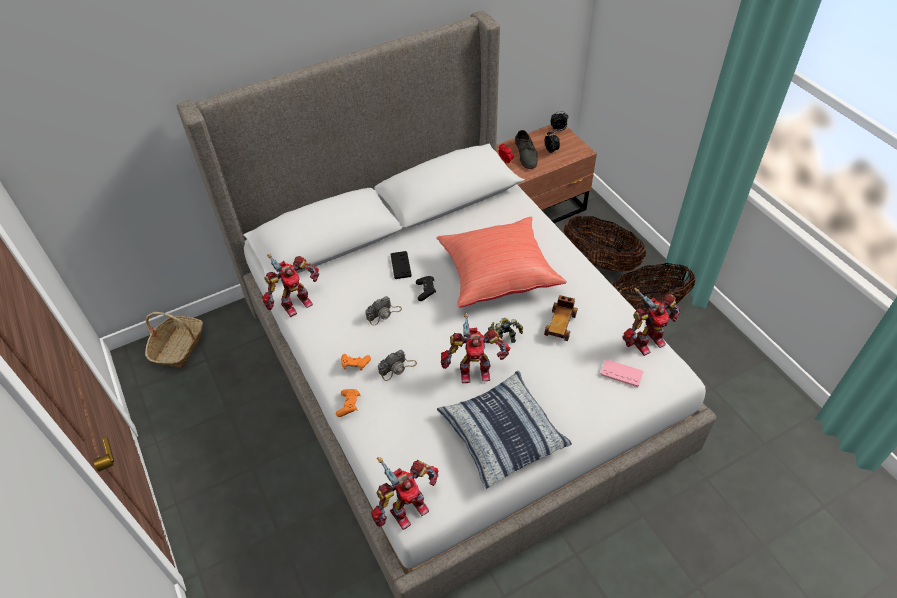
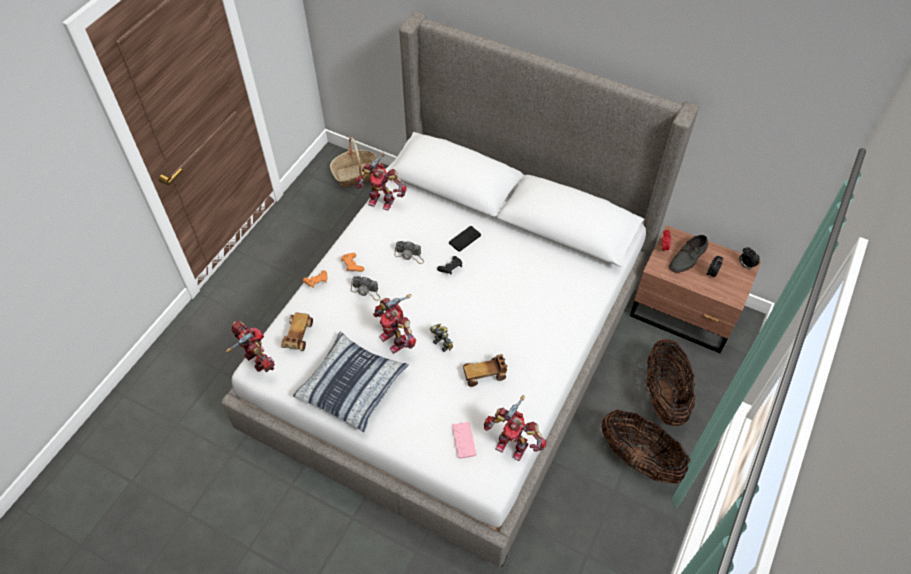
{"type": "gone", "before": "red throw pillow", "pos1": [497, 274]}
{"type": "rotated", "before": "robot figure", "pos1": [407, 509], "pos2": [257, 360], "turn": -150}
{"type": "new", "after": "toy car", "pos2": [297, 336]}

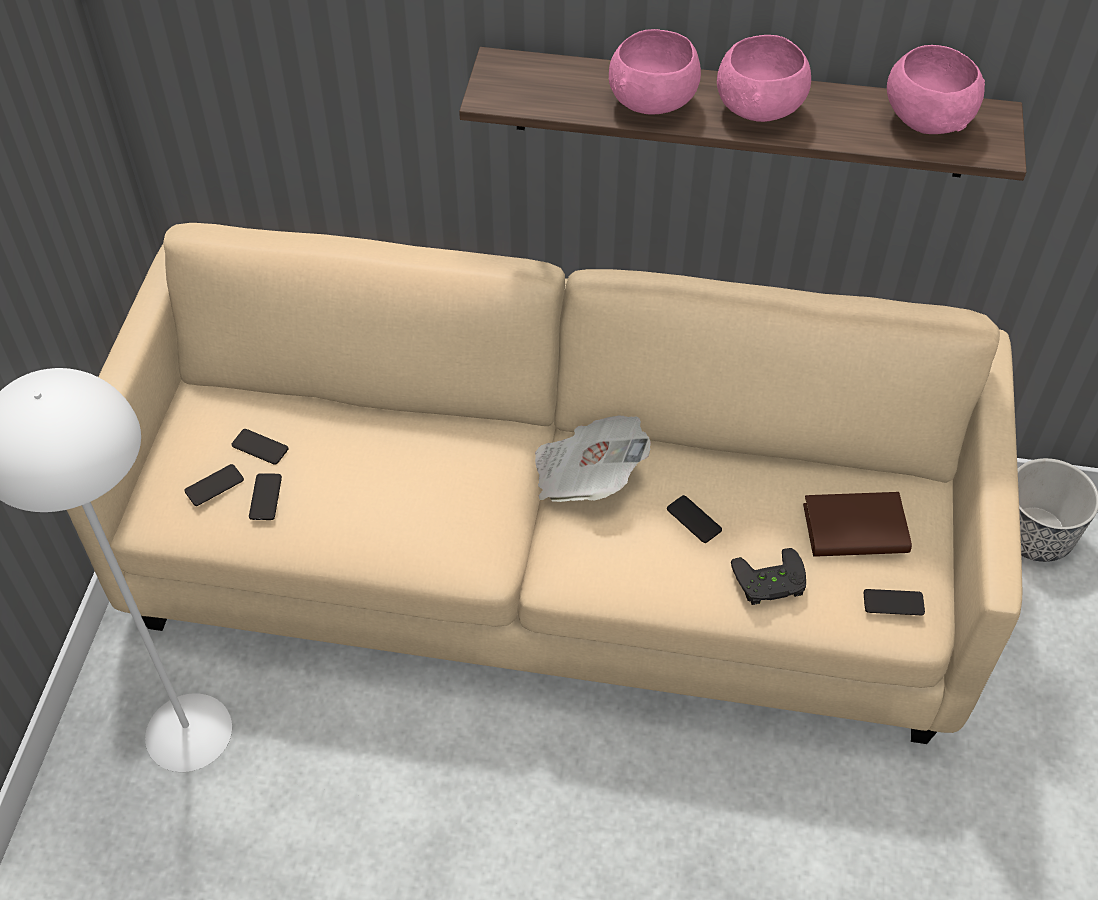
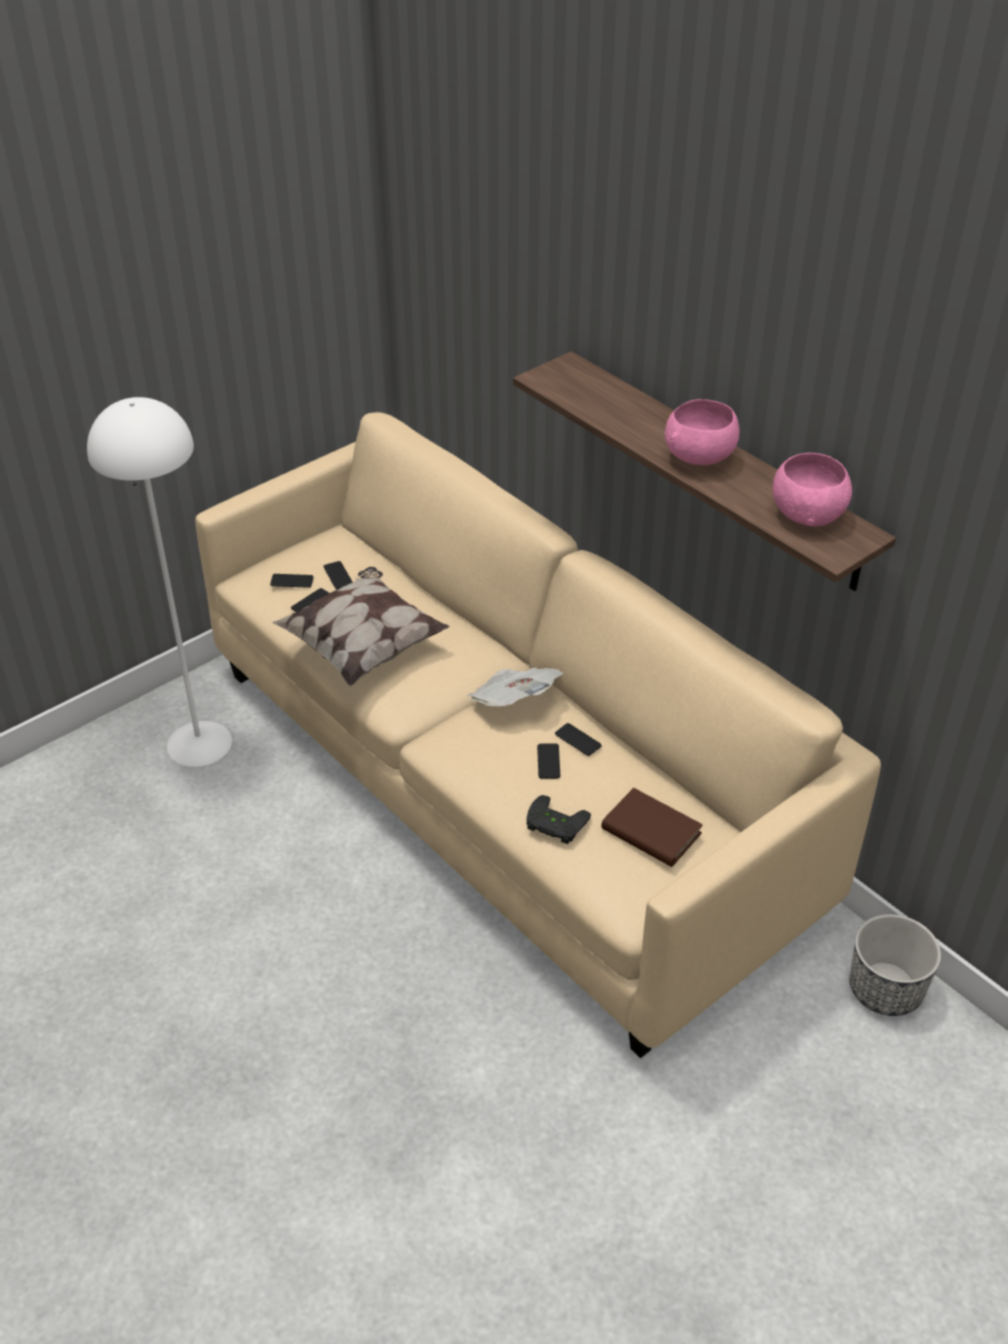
{"type": "gone", "before": "pink serving bowl", "pos1": [652, 104]}
{"type": "shifted", "before": "telephone", "pos1": [893, 602], "pos2": [578, 740]}
{"type": "new", "after": "throw pillow", "pos2": [363, 646]}

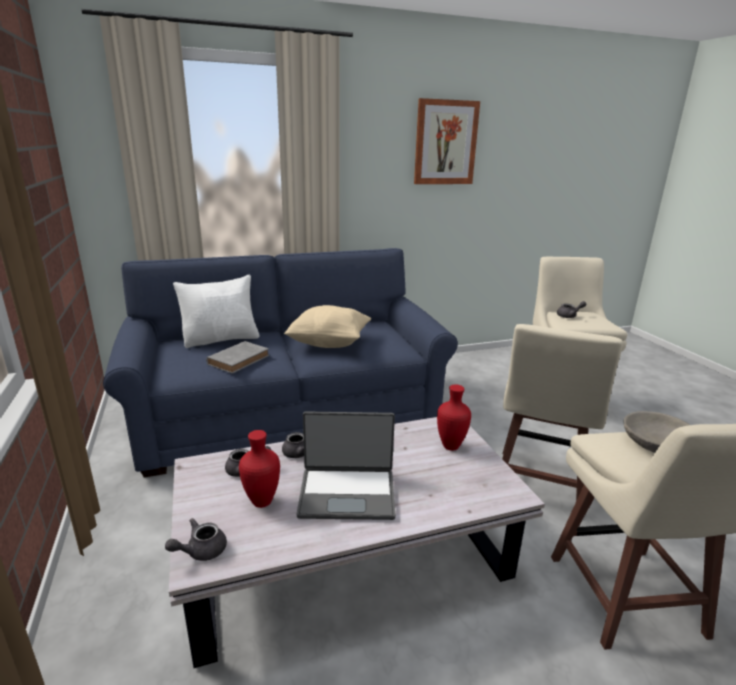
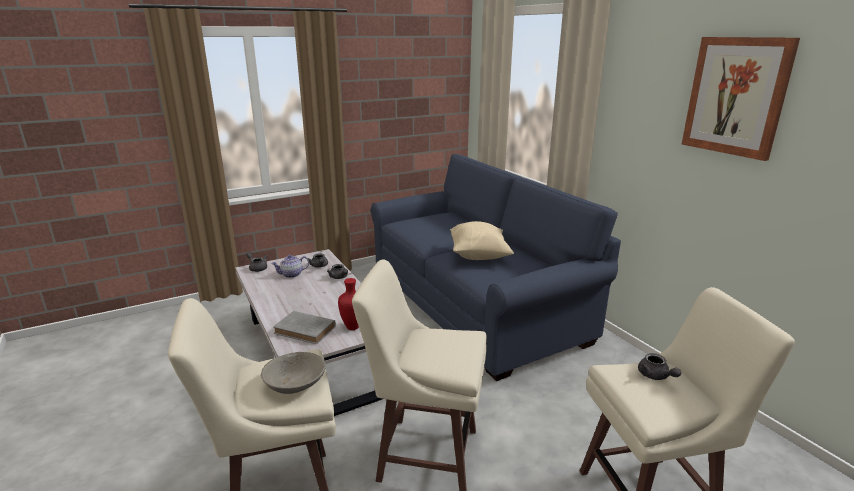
{"type": "gone", "before": "white throw pillow", "pos1": [221, 339]}
{"type": "shifted", "before": "gray bound book", "pos1": [240, 359], "pos2": [306, 330]}
{"type": "gone", "before": "portable computer", "pos1": [347, 493]}
{"type": "swapped", "before": "red decorative vase", "after": "pot for tea", "pos1": [263, 501], "pos2": [291, 274]}

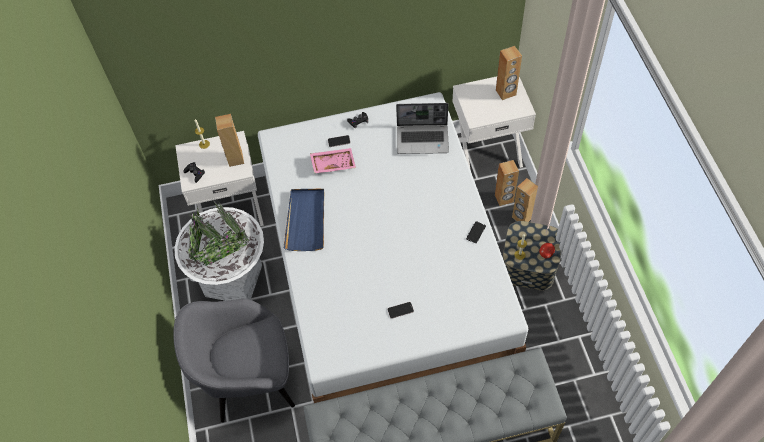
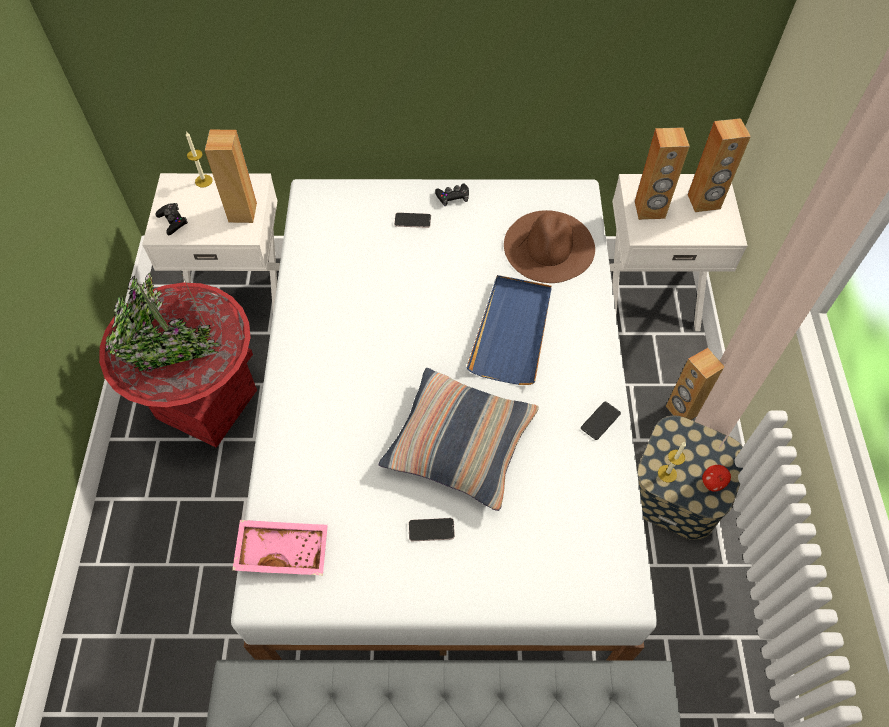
{"type": "swapped", "before": "portable computer", "after": "brown wearable hat", "pos1": [423, 139], "pos2": [549, 246]}
{"type": "shifted", "before": "pink serving tray", "pos1": [333, 163], "pos2": [283, 549]}
{"type": "shifted", "before": "brown loudspeaker", "pos1": [504, 199], "pos2": [649, 210]}
{"type": "shifted", "before": "blue-coloured serving tray", "pos1": [306, 220], "pos2": [512, 331]}
{"type": "repainted", "before": "white planter", "after": "red planter", "pos1": [233, 280], "pos2": [207, 403]}
{"type": "gone", "before": "gray armchair", "pos1": [250, 380]}
{"type": "new", "after": "throw pillow", "pos2": [460, 444]}

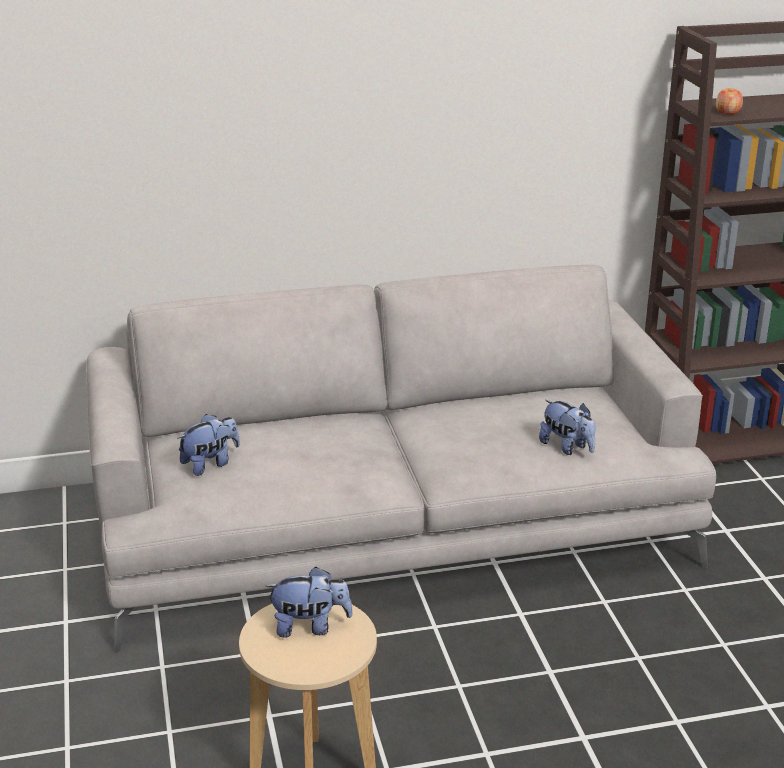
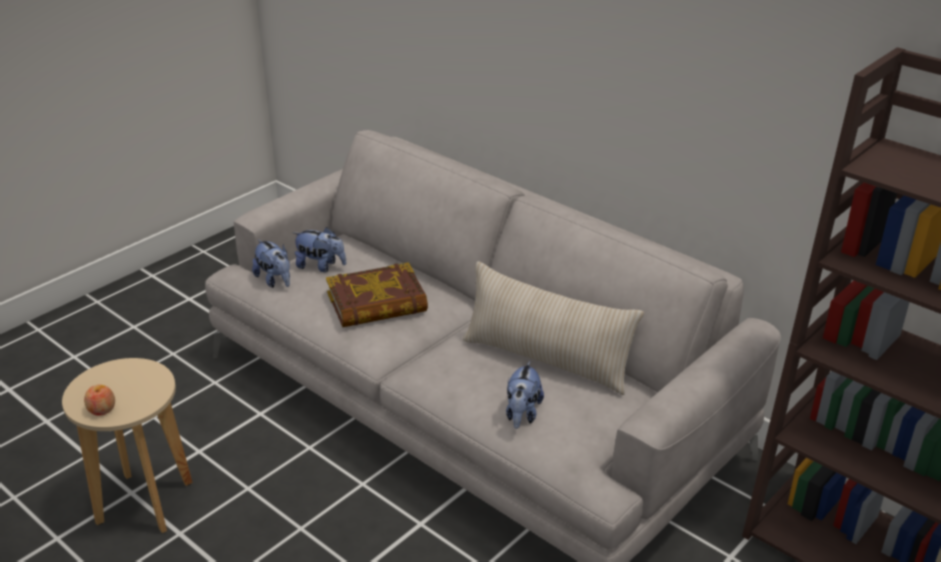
{"type": "shifted", "before": "whole apple", "pos1": [727, 112], "pos2": [102, 409]}
{"type": "shifted", "before": "cuddly toy", "pos1": [310, 626], "pos2": [275, 280]}
{"type": "new", "after": "beige-coloured throw pillow", "pos2": [547, 360]}
{"type": "new", "after": "bound book", "pos2": [377, 303]}

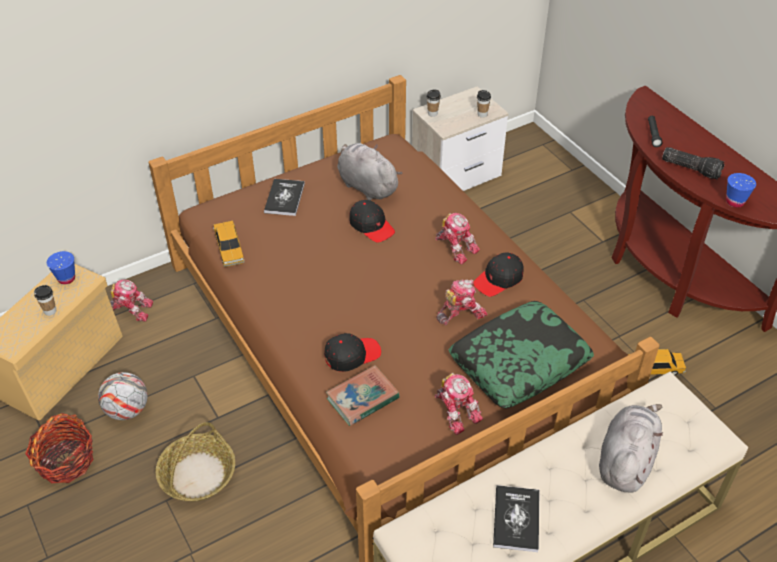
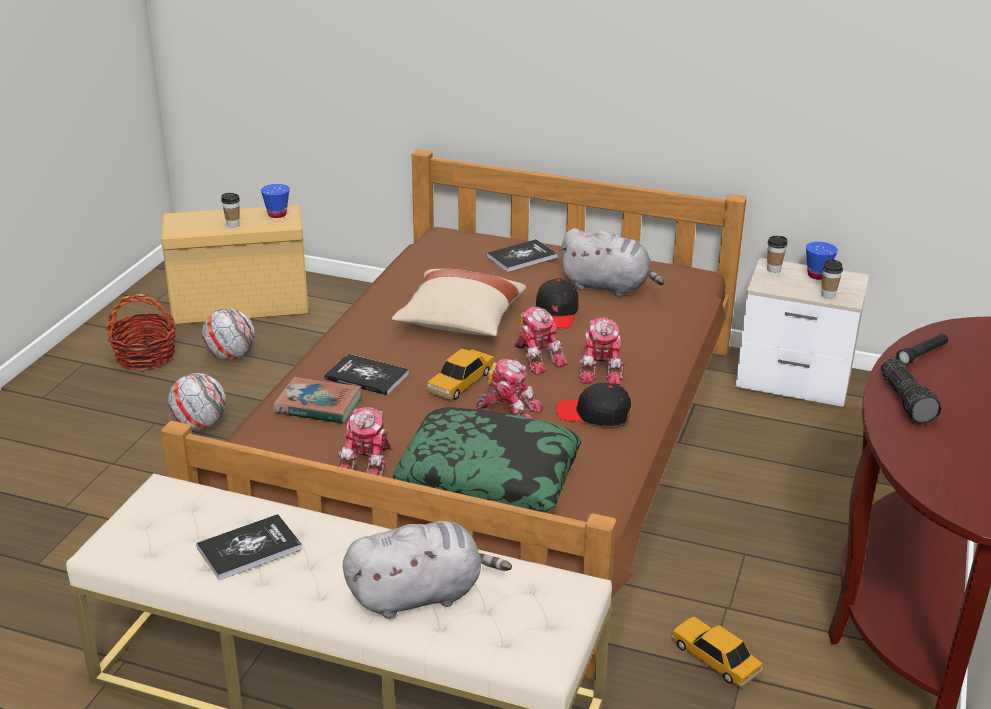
{"type": "rotated", "before": "gray cuddly toy", "pos1": [366, 185], "pos2": [608, 287], "turn": 105}
{"type": "shifted", "before": "blue-coloured cup", "pos1": [734, 202], "pos2": [817, 275]}
{"type": "shifted", "before": "toy car", "pos1": [229, 248], "pos2": [461, 382]}
{"type": "shifted", "before": "robot figure", "pos1": [131, 309], "pos2": [537, 357]}
{"type": "swapped", "before": "black-coloured baseball cap", "after": "bound book", "pos1": [352, 355], "pos2": [367, 376]}
{"type": "swapped", "before": "household basket", "after": "ball for football", "pos1": [198, 474], "pos2": [199, 424]}
{"type": "new", "after": "beige-coloured throw pillow", "pos2": [460, 322]}

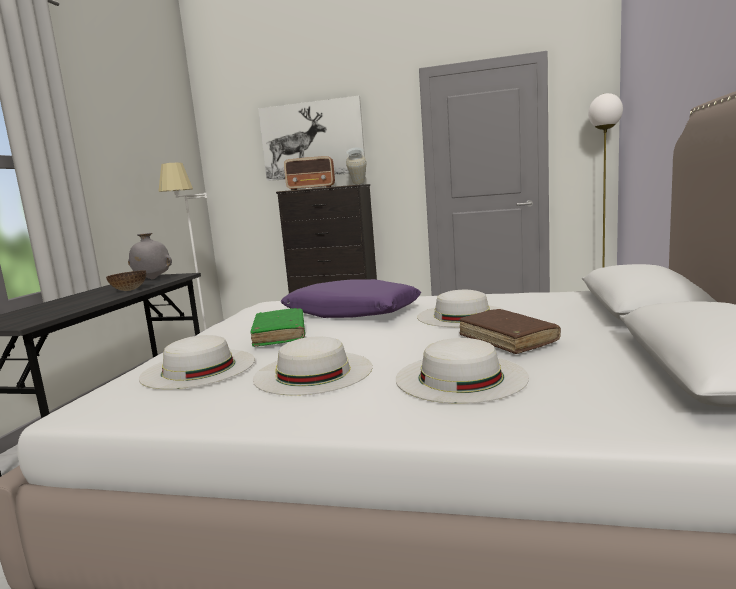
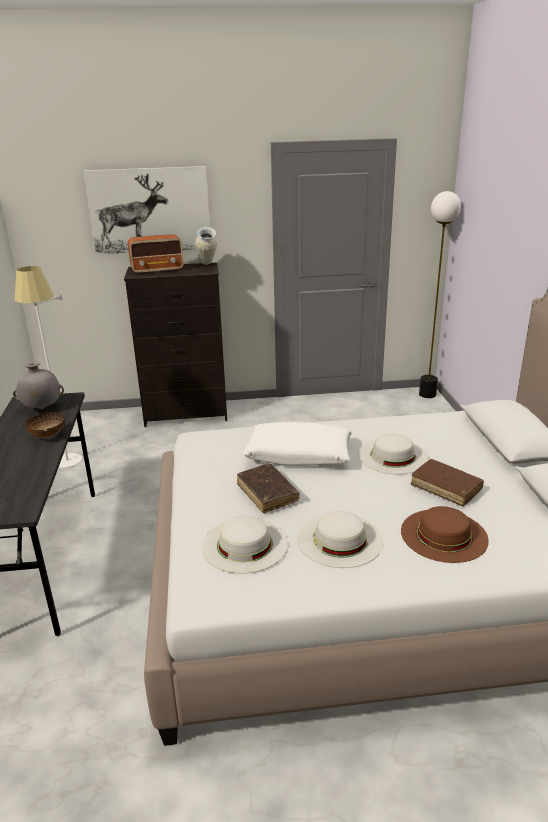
{"type": "repainted", "before": "purple-coloured throw pillow", "after": "white throw pillow", "pos1": [352, 312], "pos2": [298, 454]}
{"type": "repainted", "before": "green bound book", "after": "brown bound book", "pos1": [280, 335], "pos2": [267, 493]}
{"type": "repainted", "before": "white wearable hat", "after": "brown wearable hat", "pos1": [460, 377], "pos2": [443, 535]}

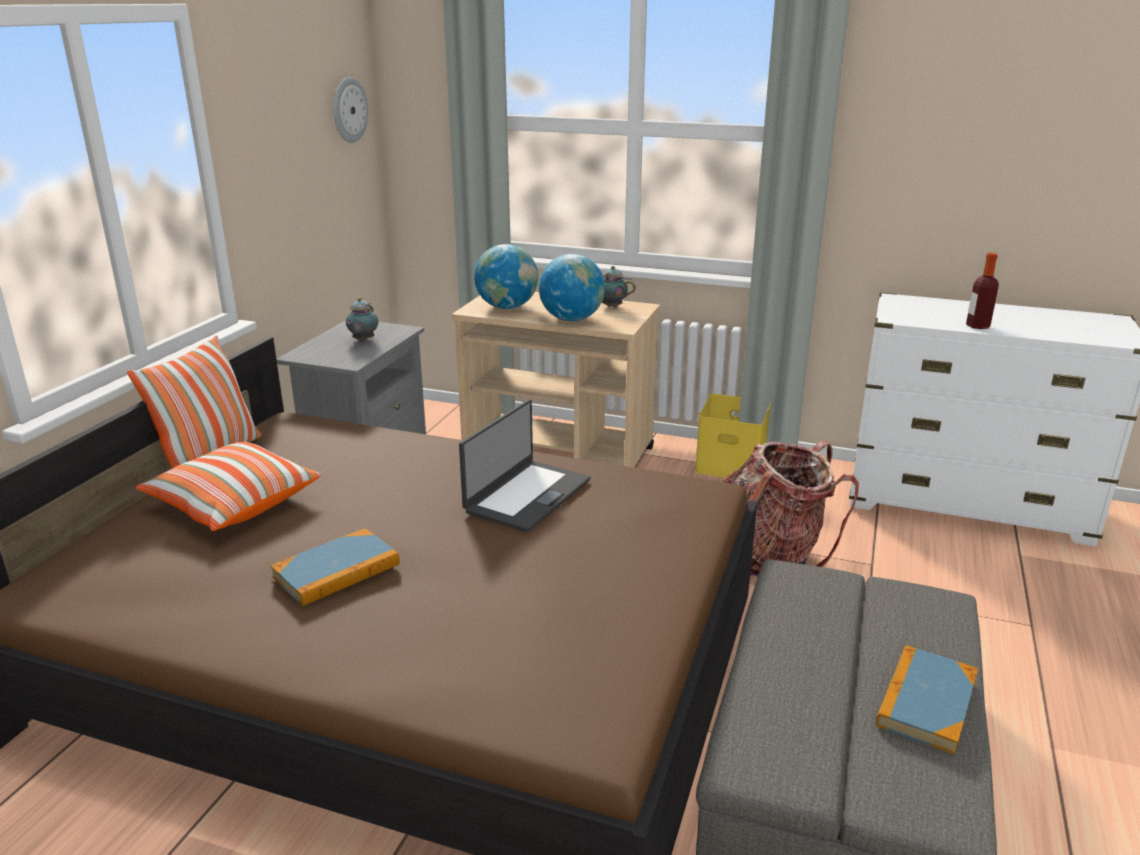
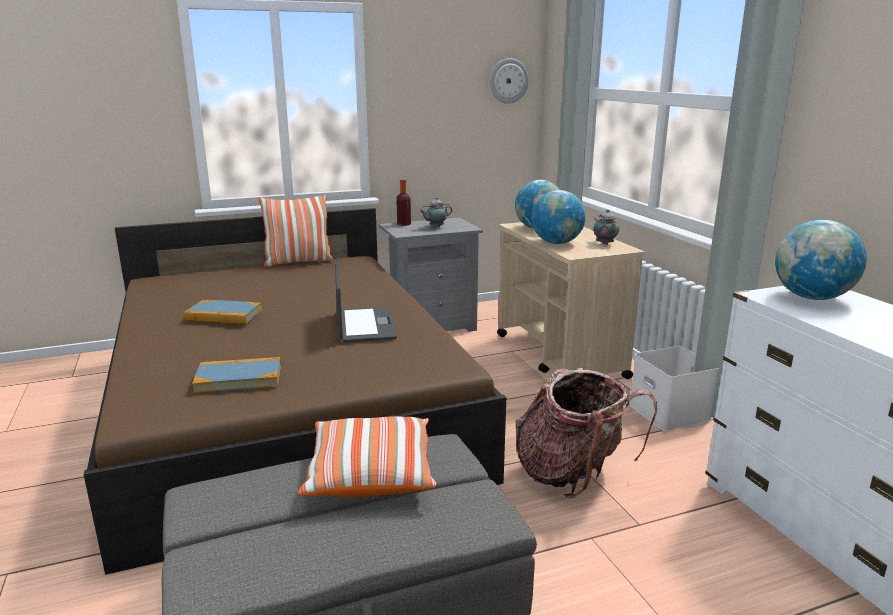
{"type": "shifted", "before": "bottle", "pos1": [977, 326], "pos2": [404, 224]}
{"type": "repainted", "before": "yellow-coloured storage box", "after": "white storage box", "pos1": [732, 463], "pos2": [671, 413]}
{"type": "rotated", "before": "portable computer", "pos1": [526, 495], "pos2": [364, 325], "turn": -90}
{"type": "shifted", "before": "throw pillow", "pos1": [232, 504], "pos2": [370, 473]}
{"type": "shifted", "before": "bound book", "pos1": [926, 702], "pos2": [239, 378]}
{"type": "new", "after": "world globe", "pos2": [811, 297]}

